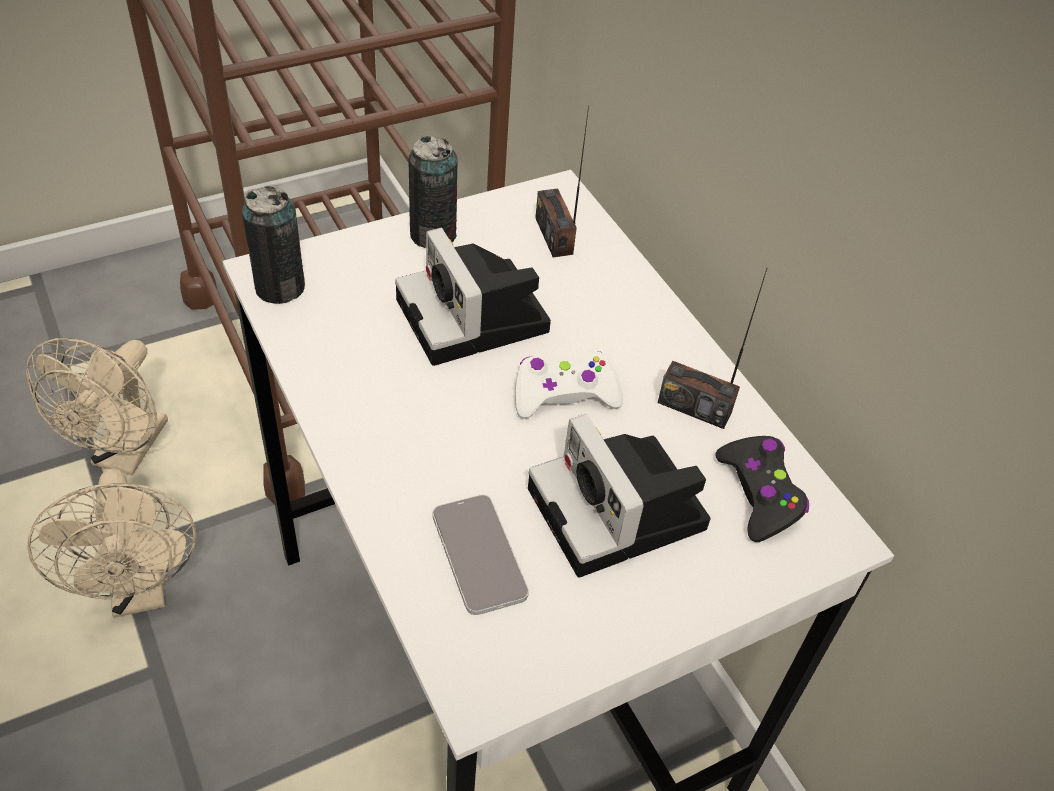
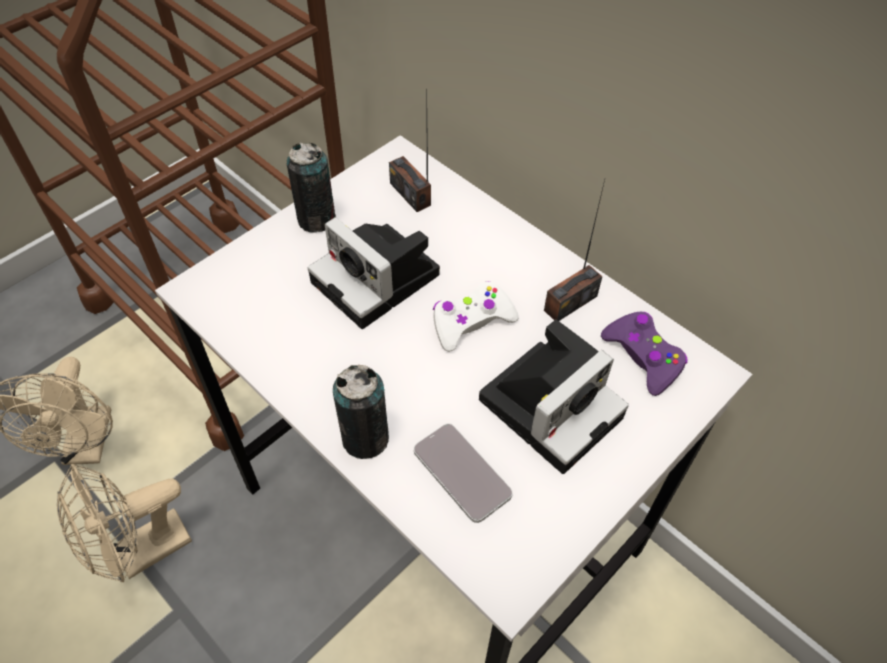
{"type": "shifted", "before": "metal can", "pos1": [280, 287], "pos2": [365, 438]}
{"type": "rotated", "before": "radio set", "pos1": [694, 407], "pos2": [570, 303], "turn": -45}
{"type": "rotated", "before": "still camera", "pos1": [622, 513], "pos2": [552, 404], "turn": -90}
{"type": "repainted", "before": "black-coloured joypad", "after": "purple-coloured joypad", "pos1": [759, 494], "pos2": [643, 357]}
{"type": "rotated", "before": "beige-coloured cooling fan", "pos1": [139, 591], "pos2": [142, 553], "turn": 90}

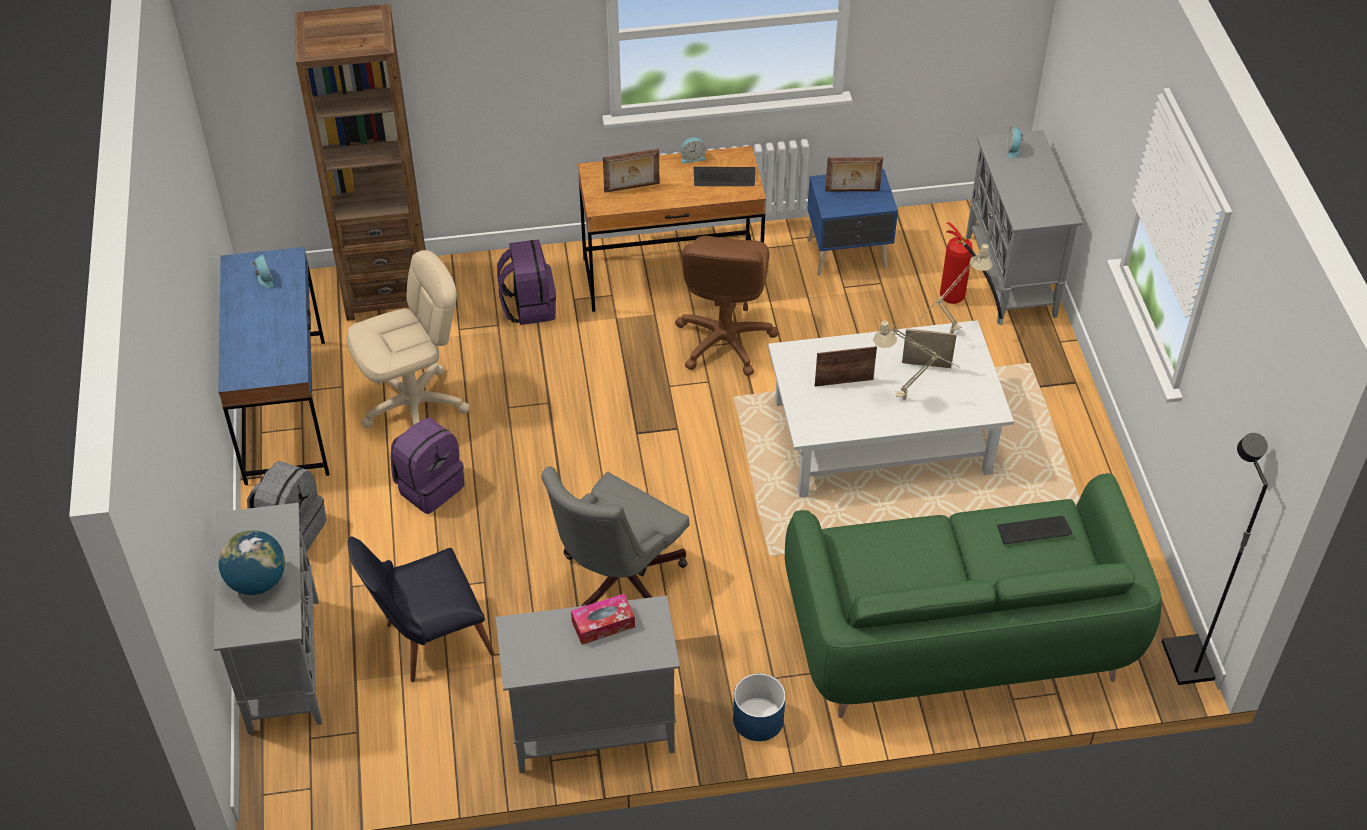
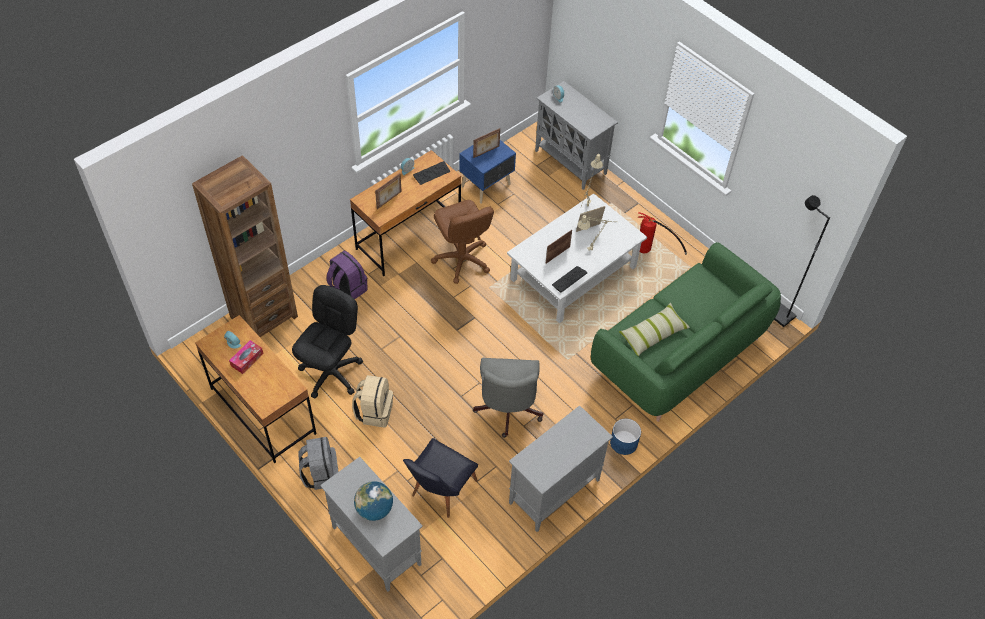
{"type": "shifted", "before": "fire extinguisher", "pos1": [961, 305], "pos2": [651, 251]}
{"type": "repainted", "before": "blue-coloured desk unit", "after": "brown desk unit", "pos1": [286, 411], "pos2": [263, 411]}
{"type": "repainted", "before": "beige-coloured office chair", "after": "black-coloured office chair", "pos1": [414, 407], "pos2": [331, 373]}
{"type": "repainted", "before": "purple-coloured backpack", "after": "beige-coloured backpack", "pos1": [429, 486], "pos2": [374, 412]}
{"type": "shifted", "before": "computer keyboard", "pos1": [1033, 531], "pos2": [569, 279]}
{"type": "shifted", "before": "box of tissues", "pos1": [603, 624], "pos2": [247, 359]}
{"type": "new", "after": "throw pillow", "pos2": [653, 334]}

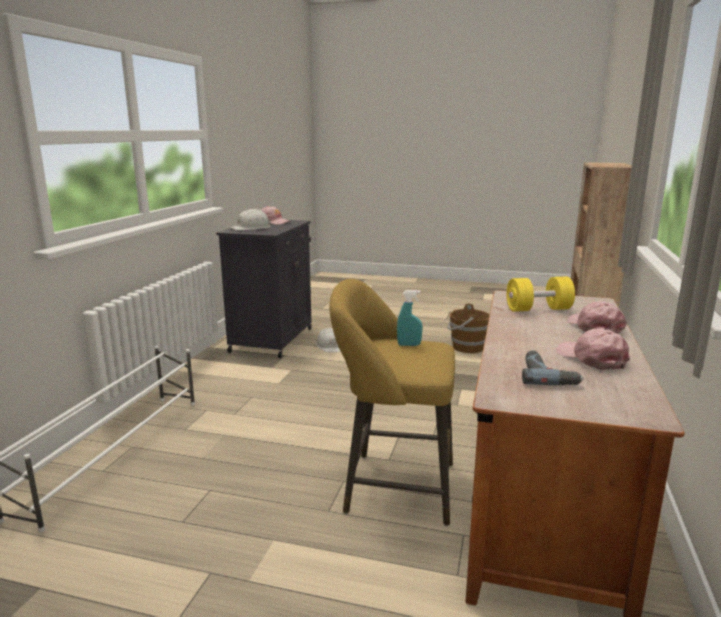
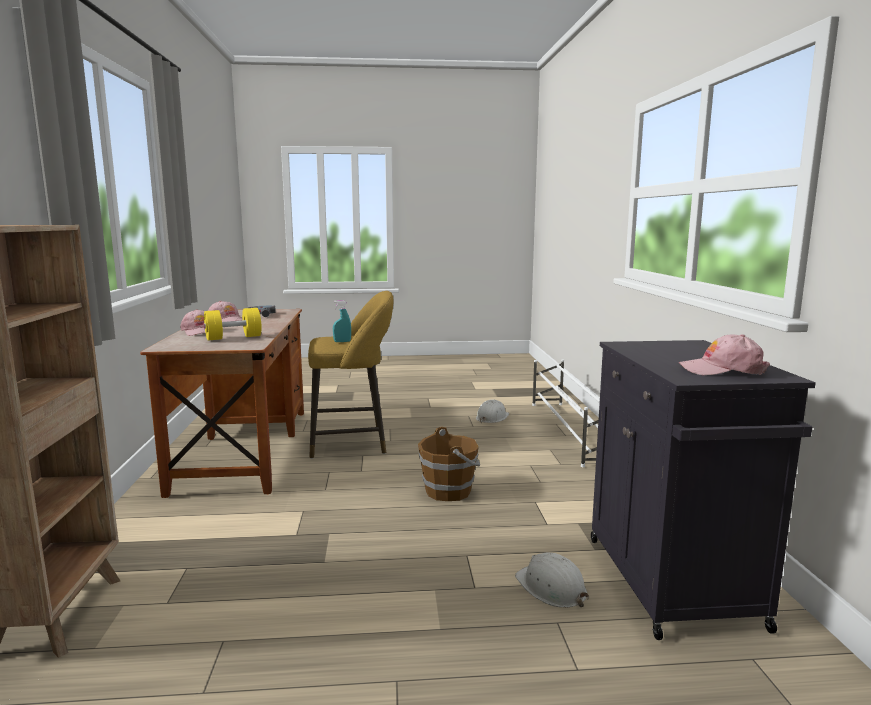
{"type": "shifted", "before": "white hard hat", "pos1": [251, 228], "pos2": [492, 417]}
{"type": "shifted", "before": "brown water bucket", "pos1": [466, 347], "pos2": [449, 491]}

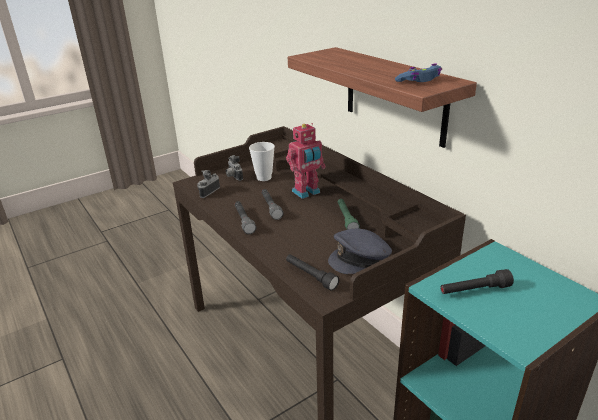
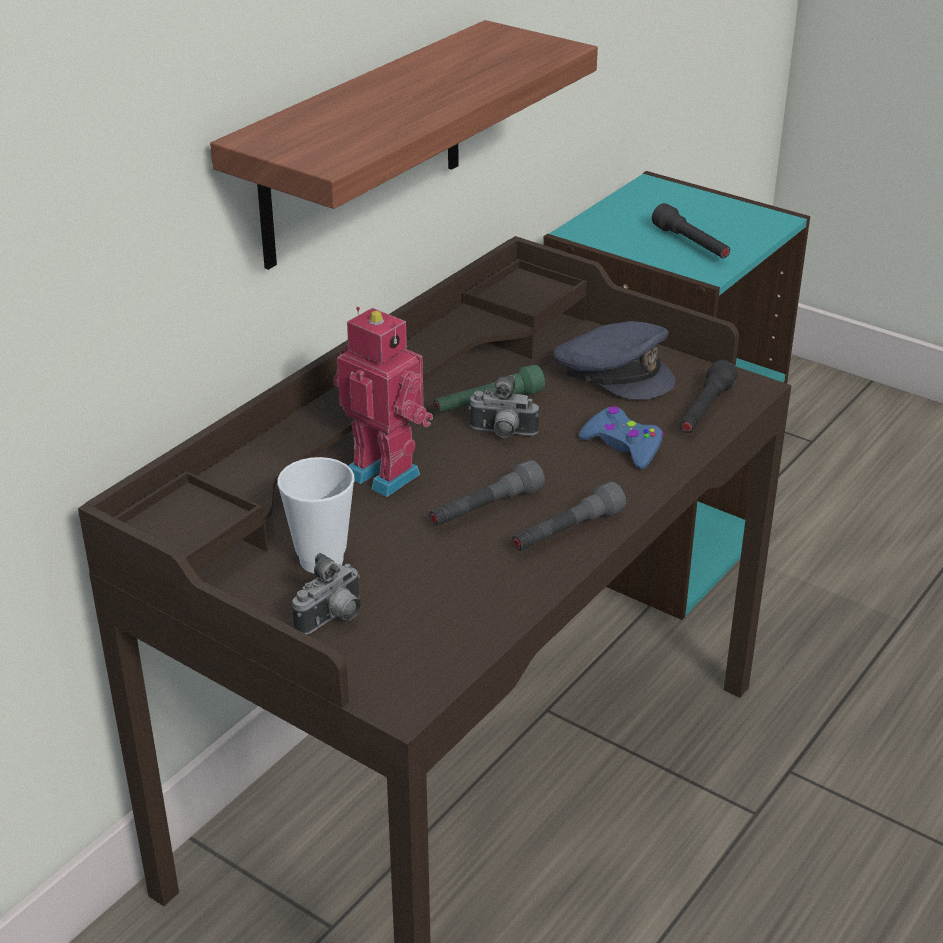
{"type": "shifted", "before": "blue-coloured joypad", "pos1": [419, 80], "pos2": [623, 446]}
{"type": "shifted", "before": "still camera", "pos1": [207, 192], "pos2": [502, 434]}

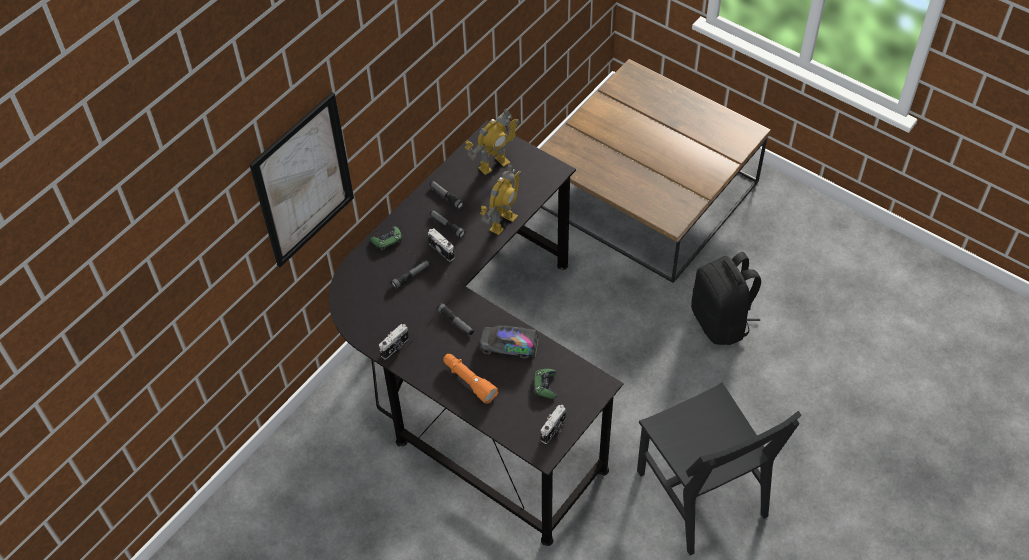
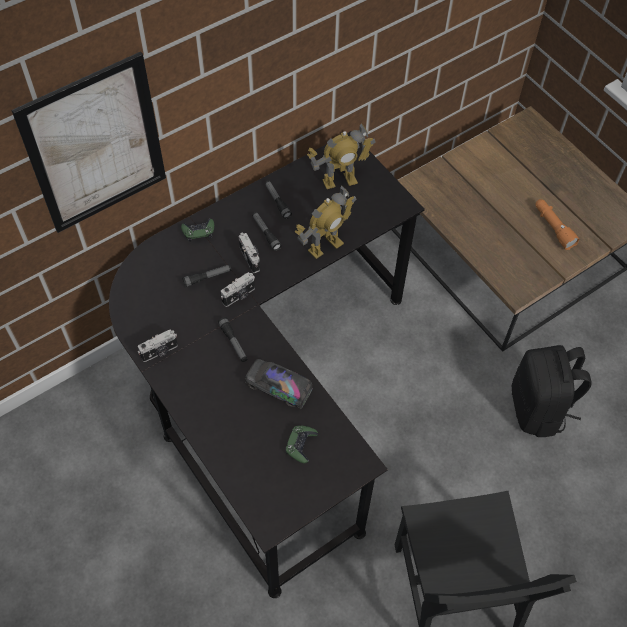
{"type": "shifted", "before": "orangey hand torch", "pos1": [469, 381], "pos2": [553, 227]}
{"type": "shifted", "before": "still camera", "pos1": [554, 429], "pos2": [239, 296]}

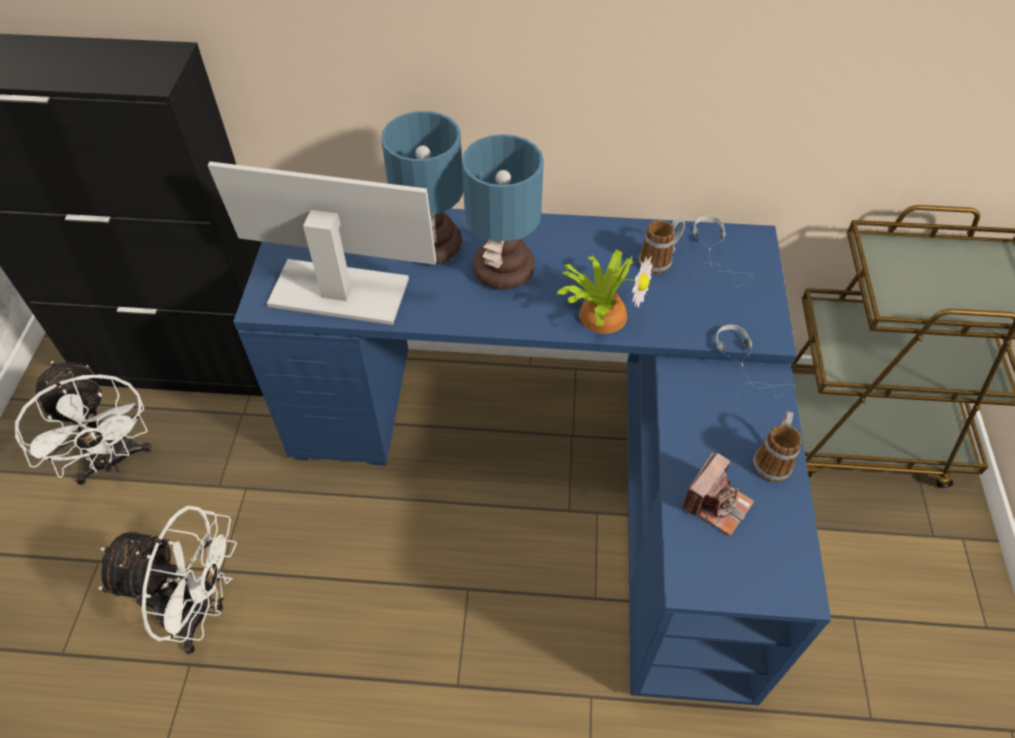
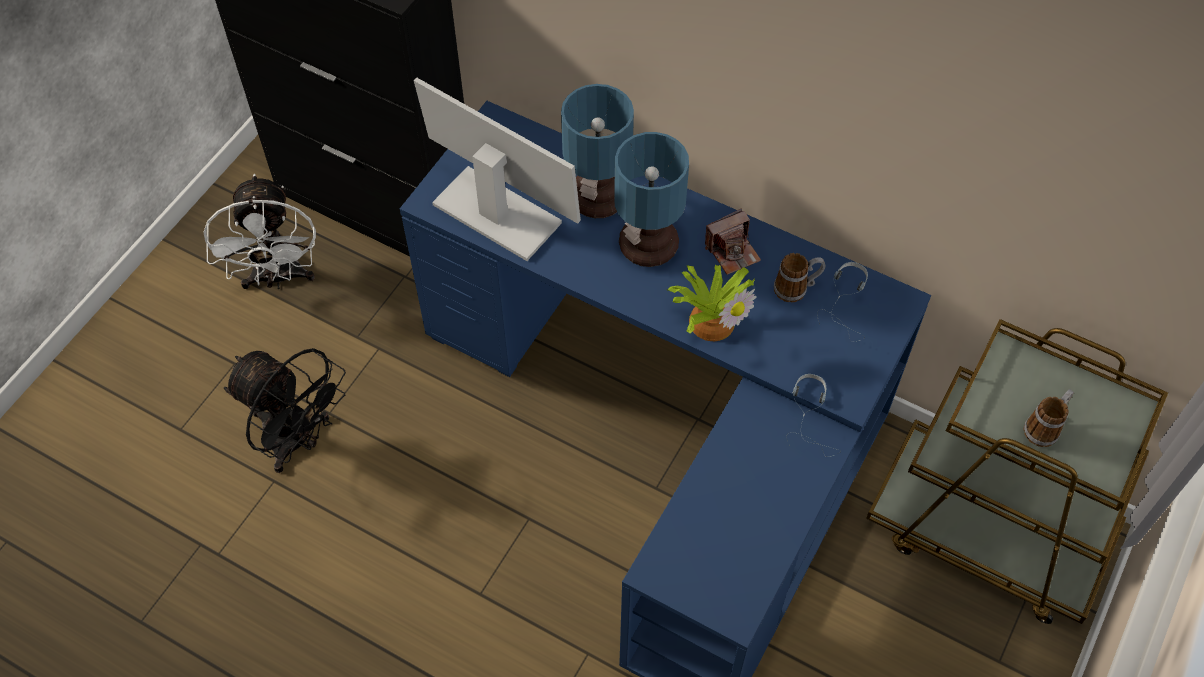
{"type": "shifted", "before": "mug", "pos1": [773, 459], "pos2": [1045, 427]}
{"type": "shifted", "before": "still camera", "pos1": [716, 503], "pos2": [732, 251]}
{"type": "repainted", "before": "white cooling fan", "after": "black-coloured cooling fan", "pos1": [199, 611], "pos2": [298, 441]}

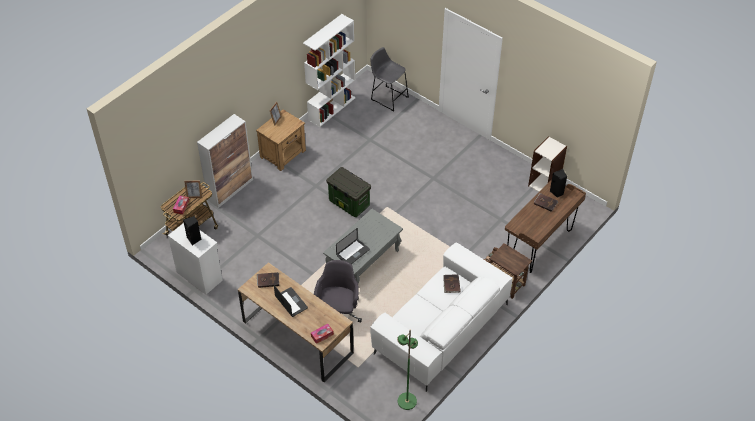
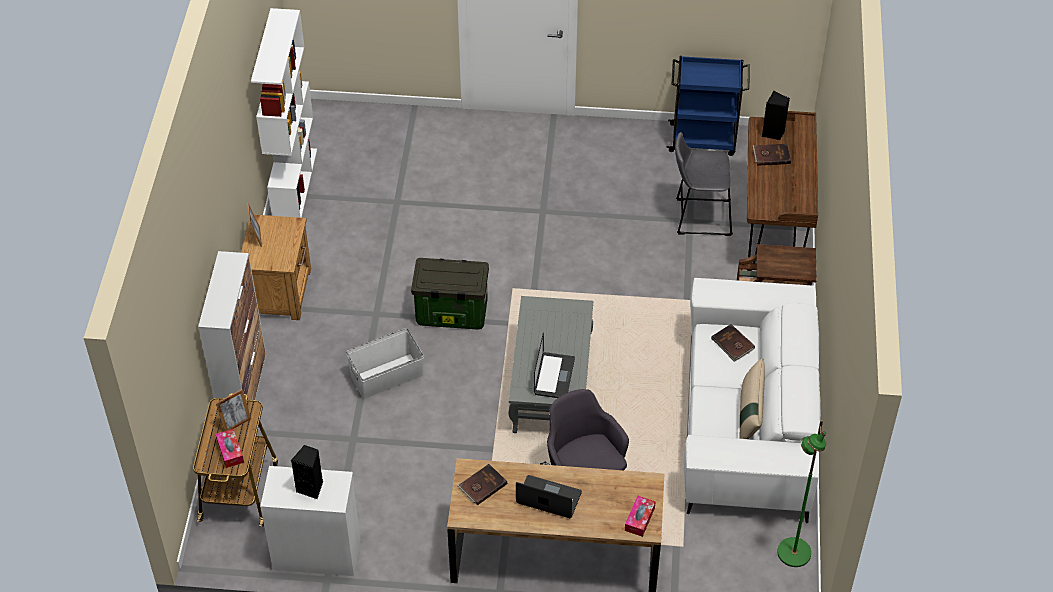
{"type": "shifted", "before": "gray sitting stool", "pos1": [388, 97], "pos2": [699, 217]}
{"type": "swapped", "before": "bookcase", "after": "blue-coloured wheeled cart", "pos1": [544, 184], "pos2": [704, 139]}
{"type": "new", "after": "white storage box", "pos2": [386, 376]}
{"type": "new", "after": "beige-coloured throw pillow", "pos2": [749, 414]}

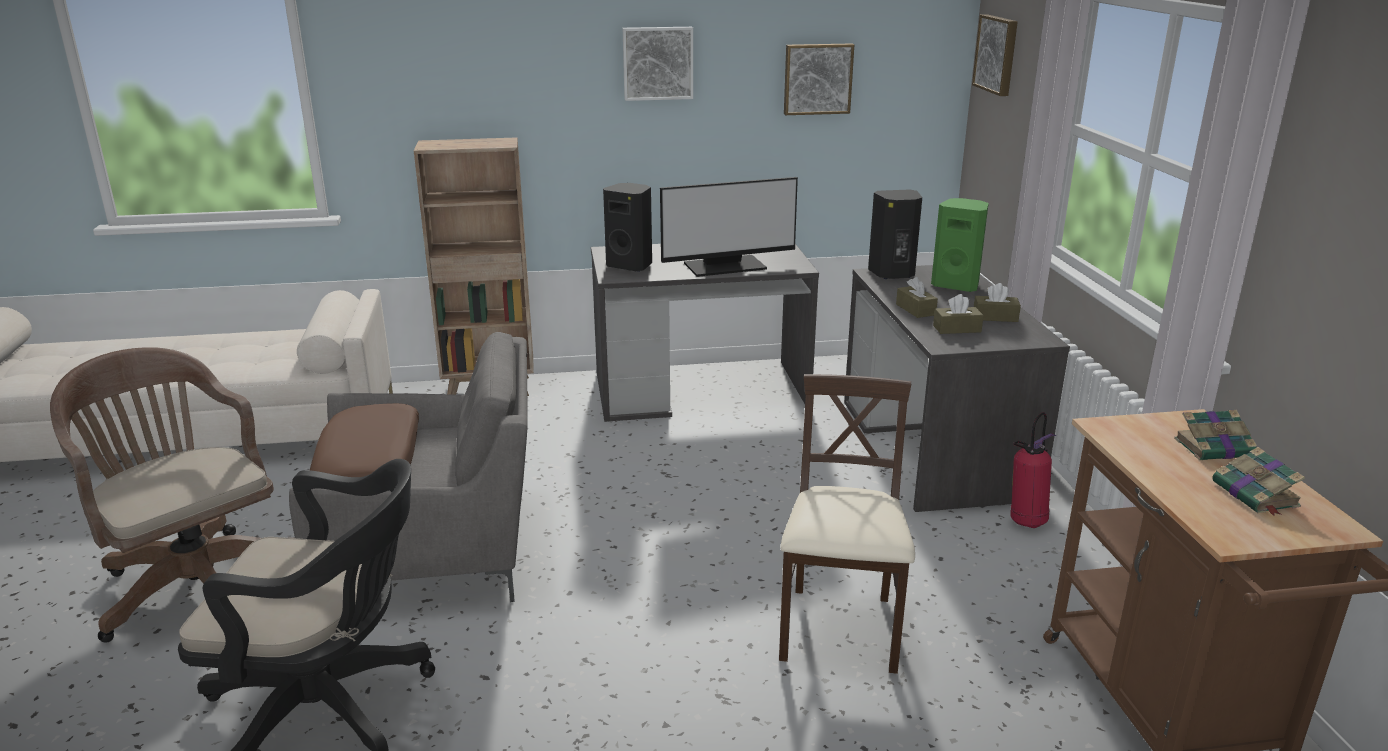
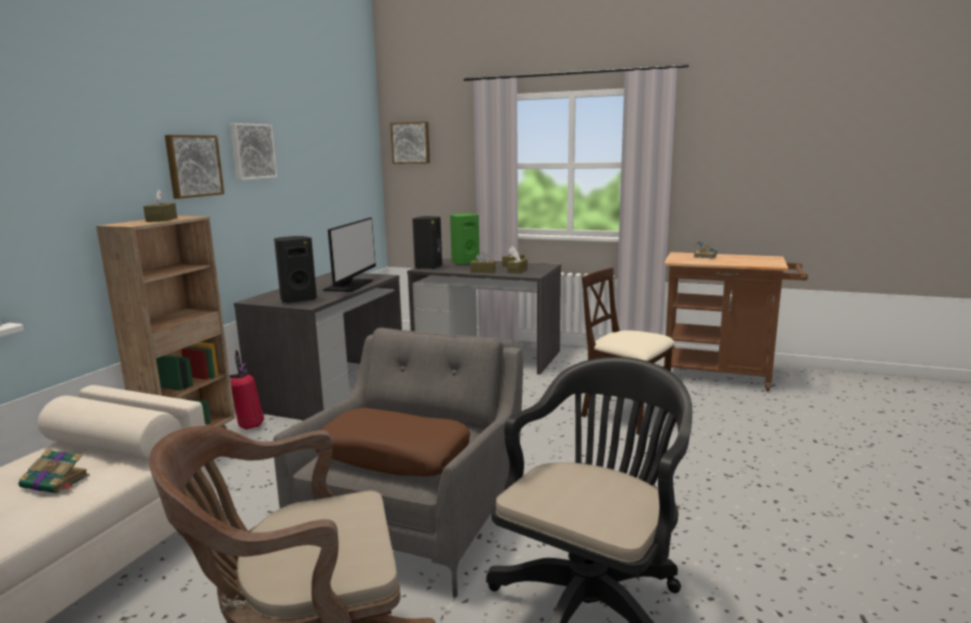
{"type": "shifted", "before": "wall art", "pos1": [817, 79], "pos2": [193, 166]}
{"type": "shifted", "before": "fire extinguisher", "pos1": [1026, 521], "pos2": [249, 426]}
{"type": "shifted", "before": "bound book", "pos1": [1256, 495], "pos2": [56, 482]}
{"type": "new", "after": "brown box of tissues", "pos2": [161, 219]}

